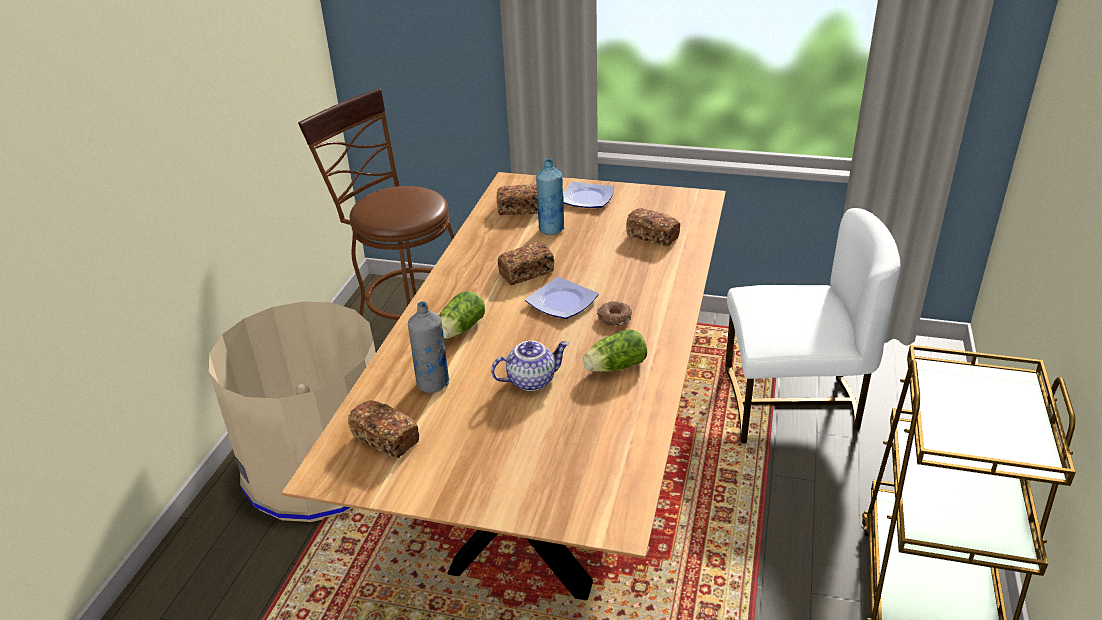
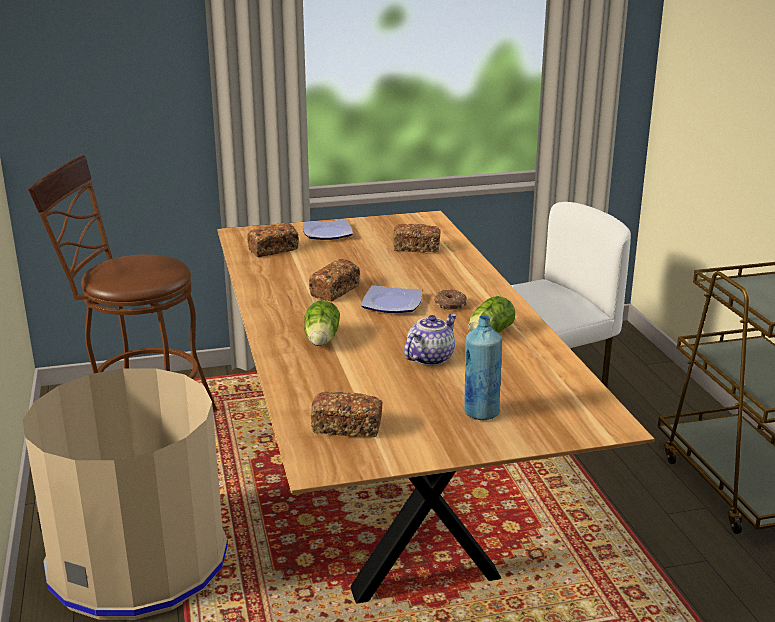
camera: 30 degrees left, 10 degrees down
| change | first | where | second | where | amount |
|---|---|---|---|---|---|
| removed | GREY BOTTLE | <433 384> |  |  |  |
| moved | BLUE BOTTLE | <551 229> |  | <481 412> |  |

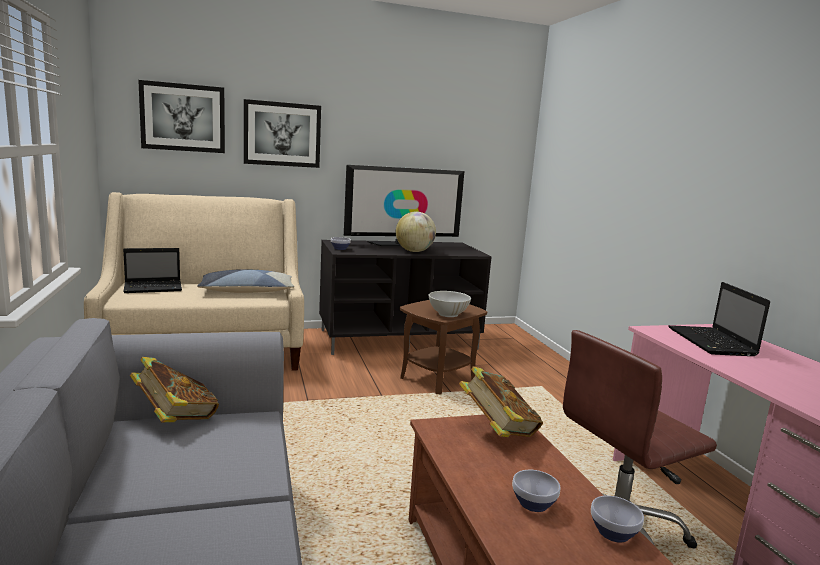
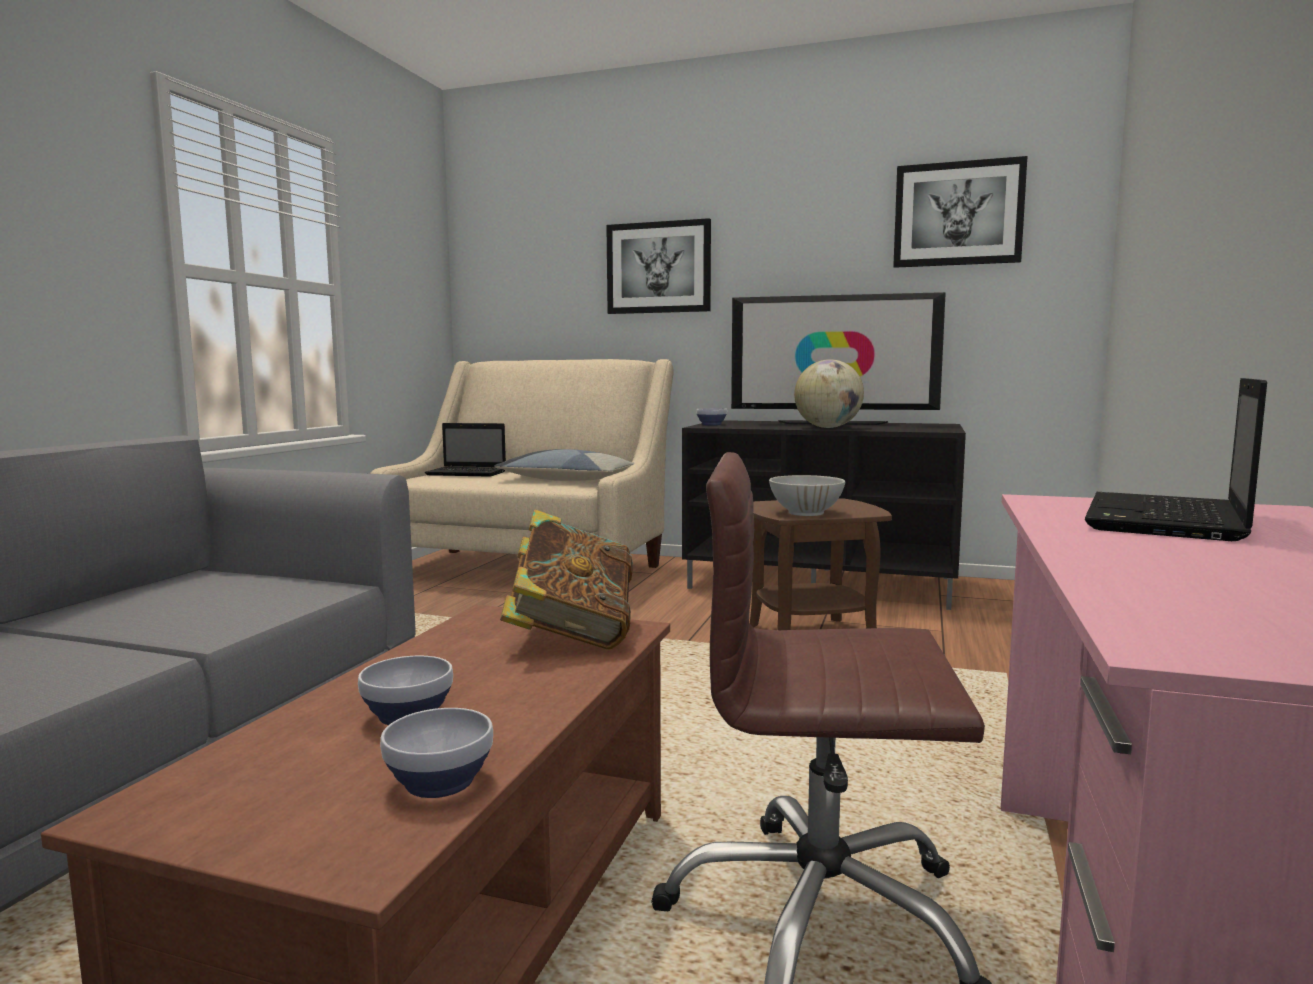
camera: 35 degrees right, 5 degrees down
| change | first | where | second | where | amount |
|---|---|---|---|---|---|
| removed | BOOK | <176 417> |  |  |  |
| moved | PICTURE | <183 117> |  | <958 214> |  |

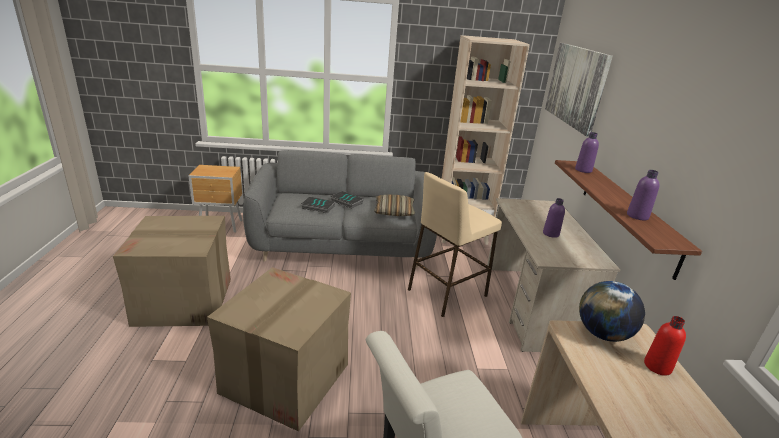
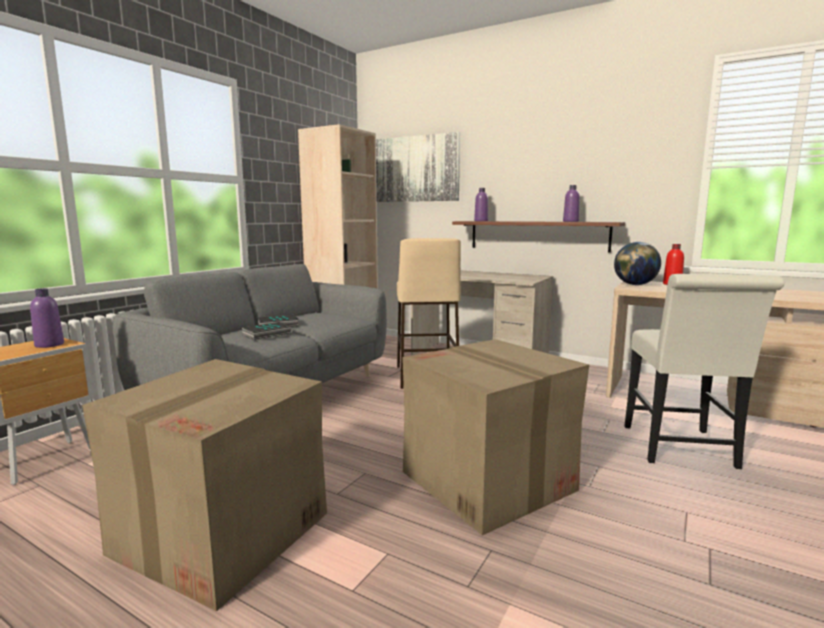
camera: 55 degrees left, 15 degrees down
| change | first | where | second | where | amount |
|---|---|---|---|---|---|
| removed | PILLOW | <394 211> |  |  |  |
| moved | PURPLE BOTTLE | <550 234> |  | <49 345> |  |

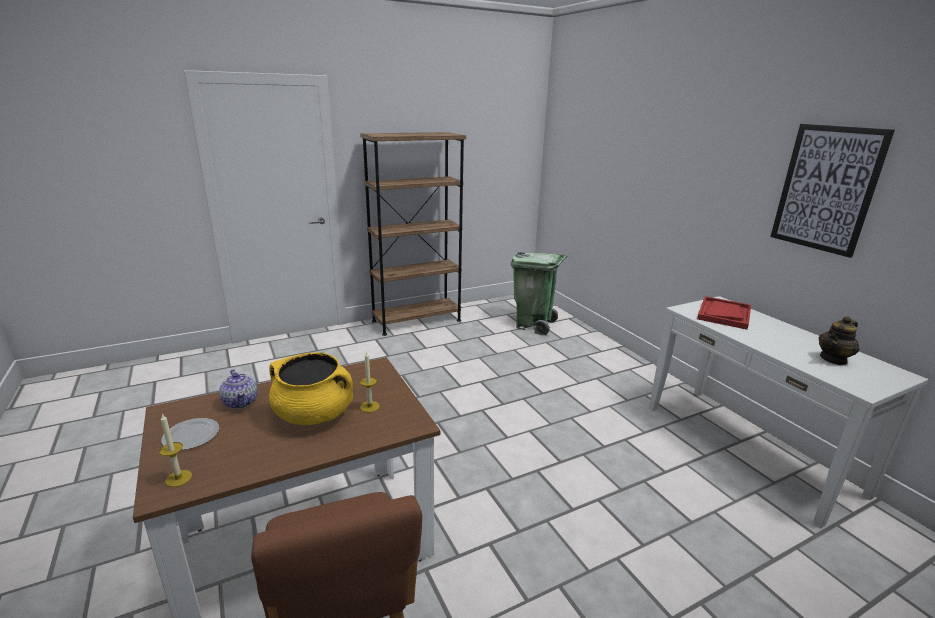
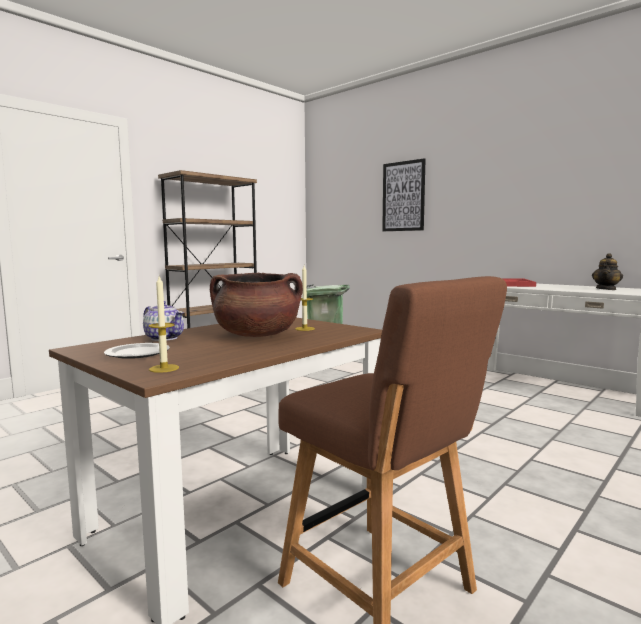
camera: 20 degrees left, 15 degrees down
| change | first | where | second | where | amount |
|---|---|---|---|---|---|
| recoloured | YELLOW COOKING POT | <315 414> | BROWN COOKING POT | <257 335> |  |
| moved | PICTURE | <826 189> |  | <403 196> |  |

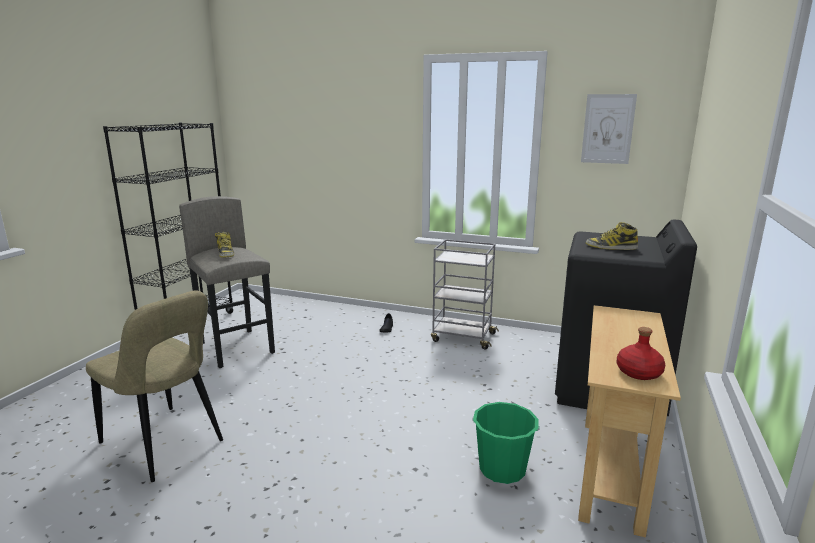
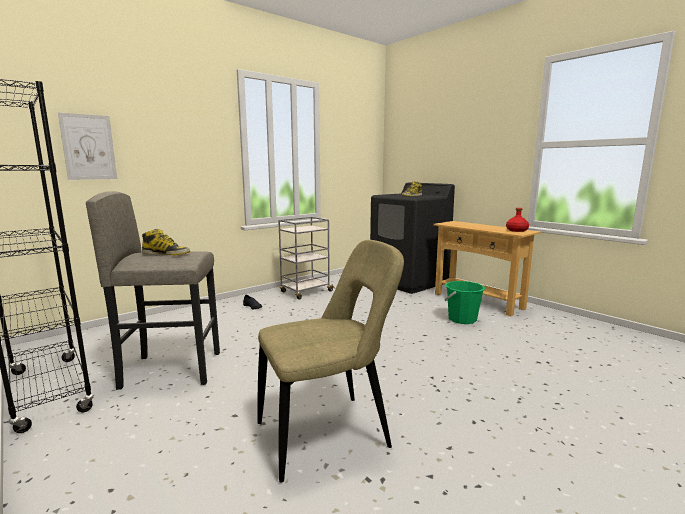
camera: 60 degrees left, 5 degrees down
| change | first | where | second | where | amount |
|---|---|---|---|---|---|
| moved | PICTURE | <608 129> |  | <88 147> |  |

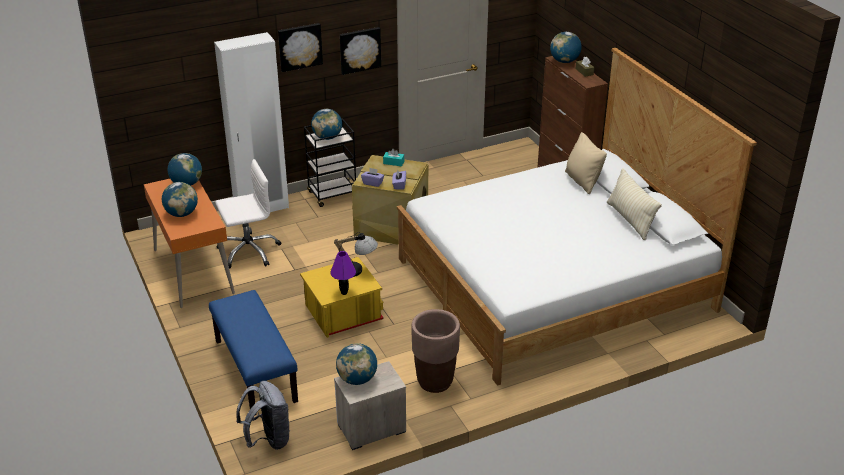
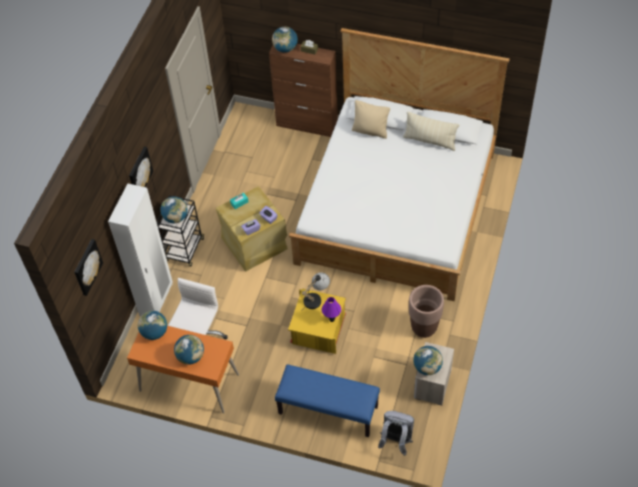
camera: 45 degrees left, 20 degrees up
| change | first | where | second | where | amount |
|---|---|---|---|---|---|
| moved | PICTURE | <359 50> |  | <87 267> |  |

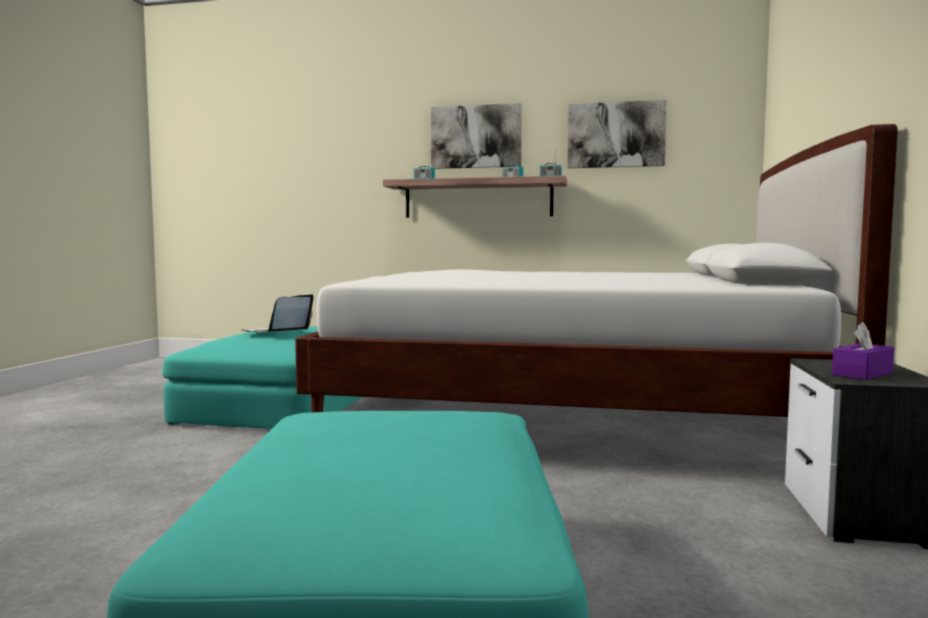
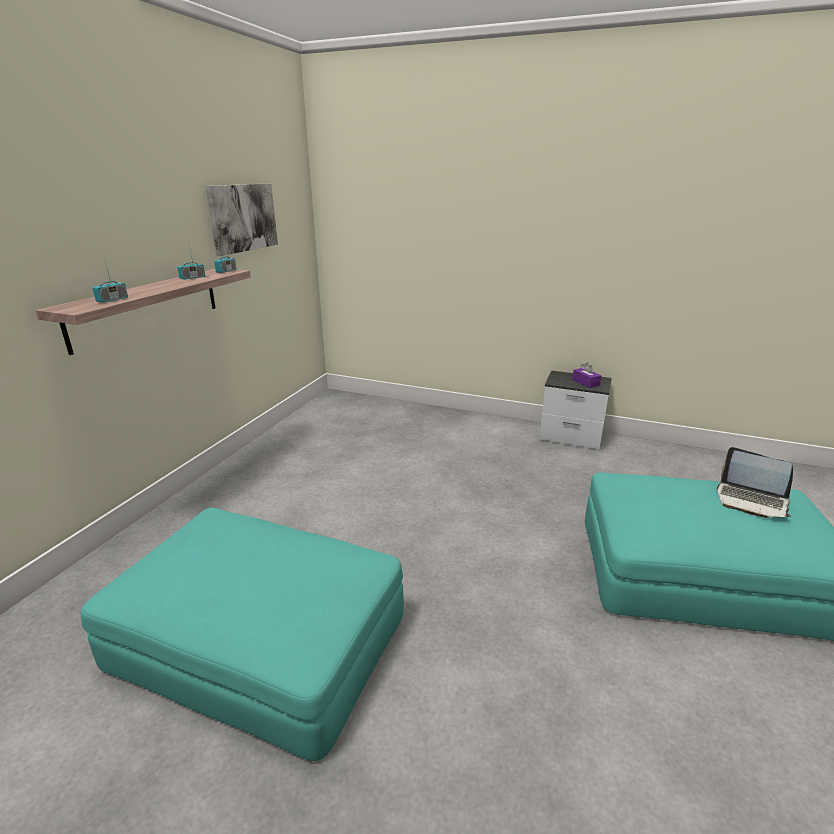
camera: 80 degrees left, 20 degrees up
| change | first | where | second | where | amount |
|---|---|---|---|---|---|
| moved | LAPTOP | <276 333> |  | <751 501> |  |
| removed | WHITE BED | <571 417> |  |  |  |
| removed | PICTURE | <476 137> |  |  |  |

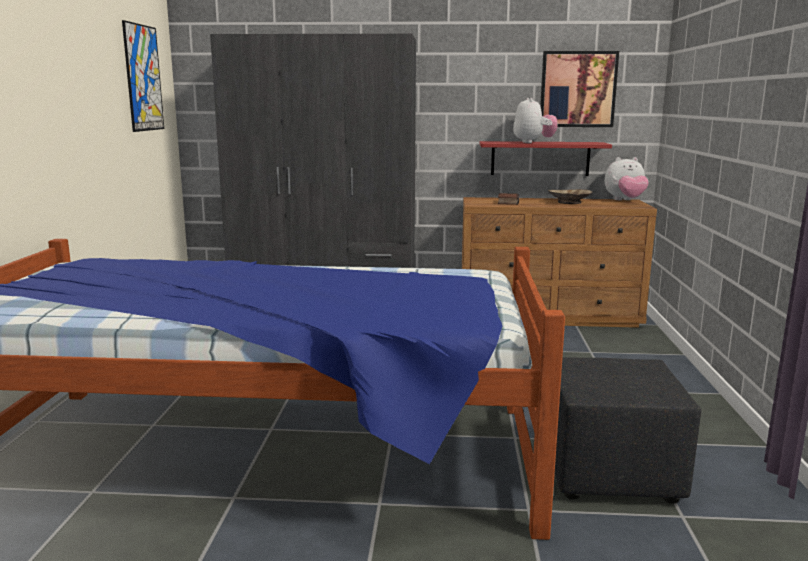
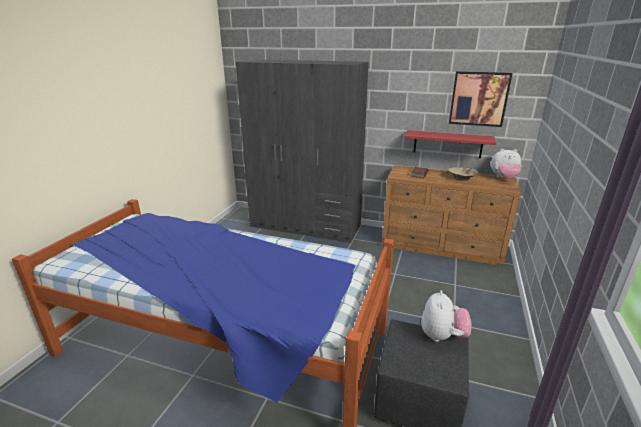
camera: 15 degrees right, 10 degrees up
| change | first | where | second | where | amount |
|---|---|---|---|---|---|
| removed | PICTURE | <143 78> |  |  |  |
| moved | PLUSH TOY | <533 142> |  | <442 336> |  |

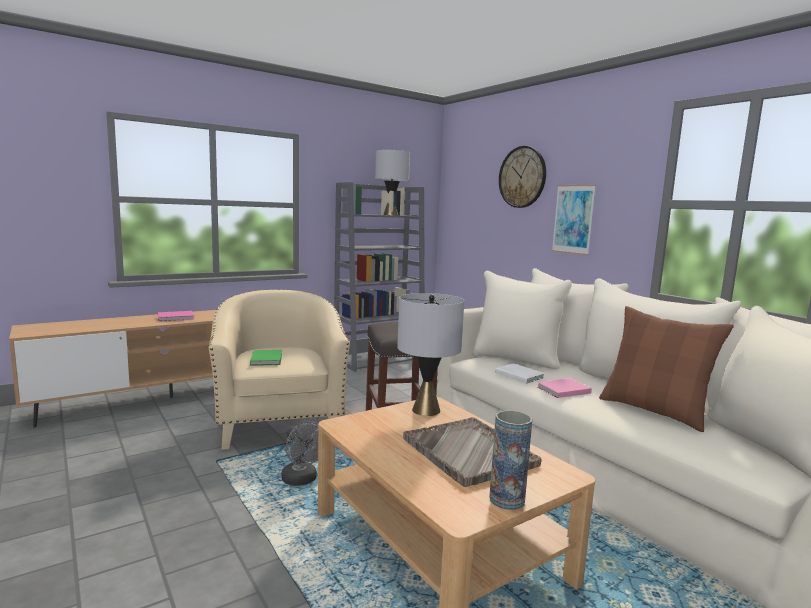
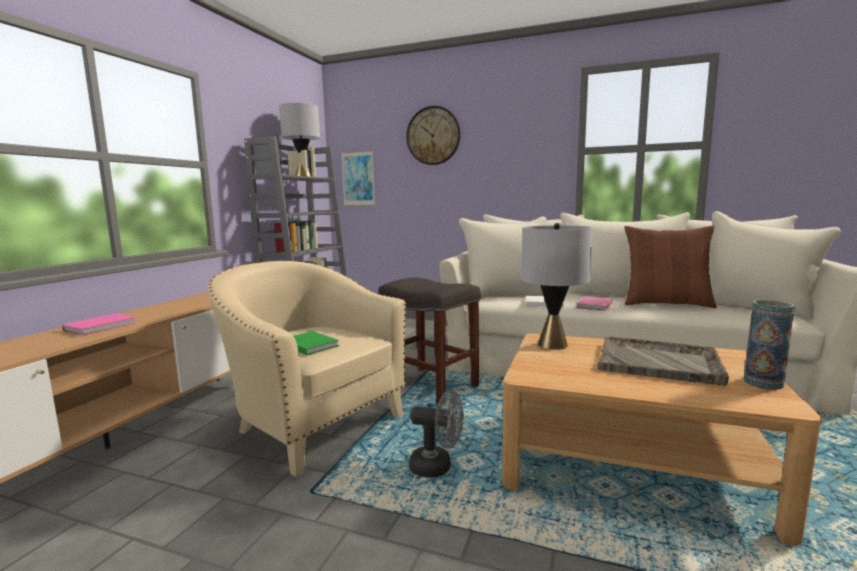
camera: 35 degrees left, 0 degrees up
| change | first | where | second | where | amount |
|---|---|---|---|---|---|
| moved | PICTURE | <573 219> |  | <358 178> |  |

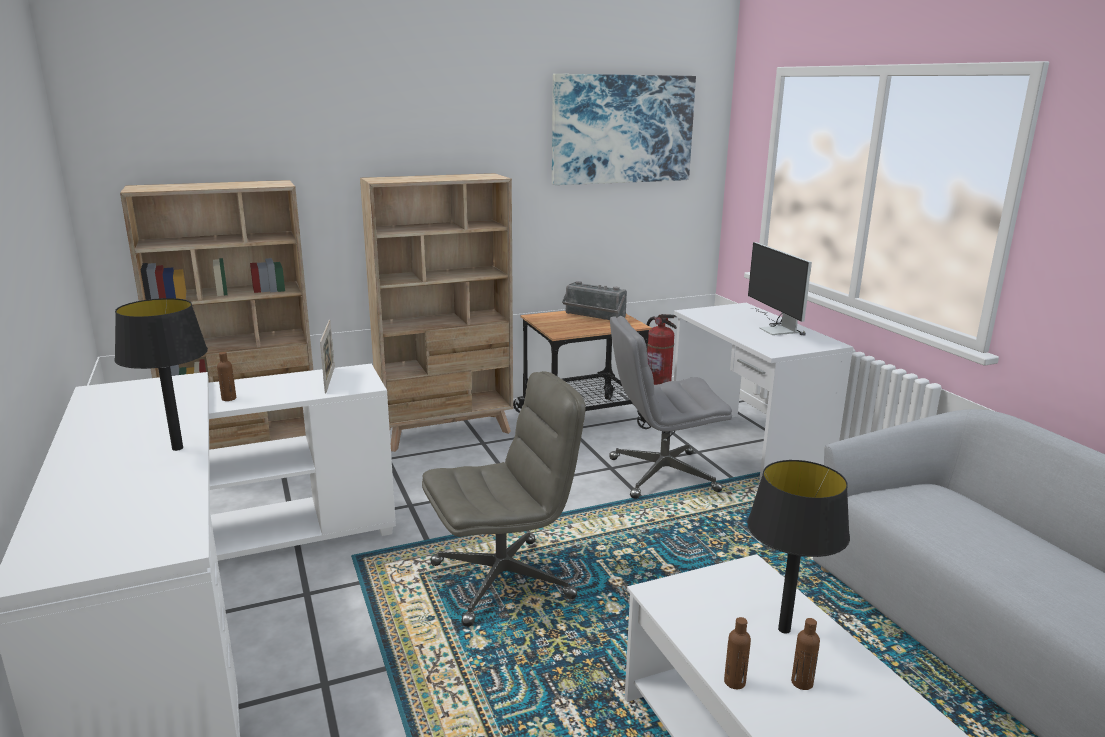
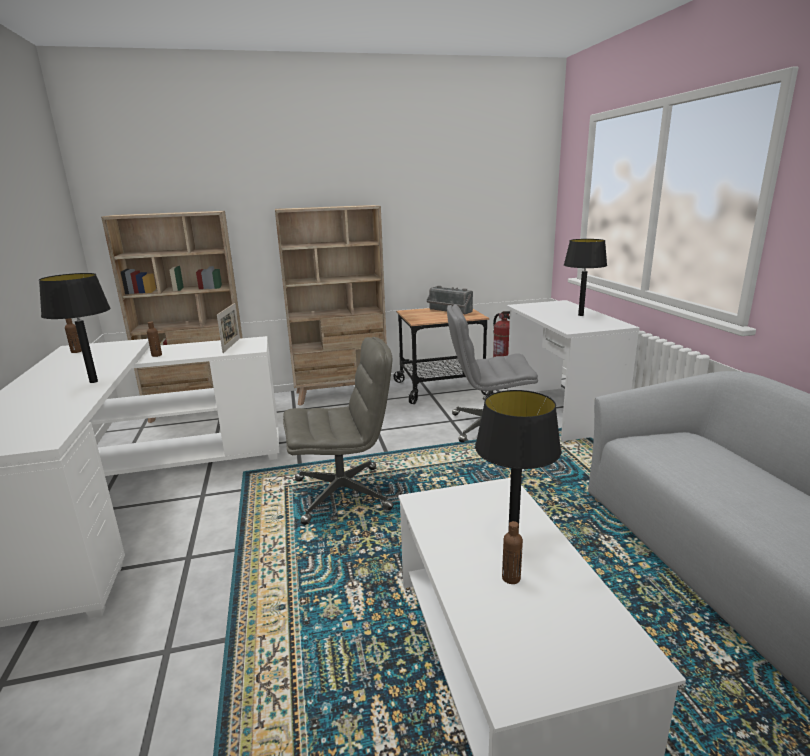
camera: 10 degrees right, 0 degrees up
| change | first | where | second | where | amount |
|---|---|---|---|---|---|
| removed | PICTURE | <622 129> |  |  |  |
| moved | BROWN BOTTLE | <734 682> |  | <76 351> |  |
| replaced | MONITOR | <775 328> | BLACK TABLE LAMP | <581 315> |  |

